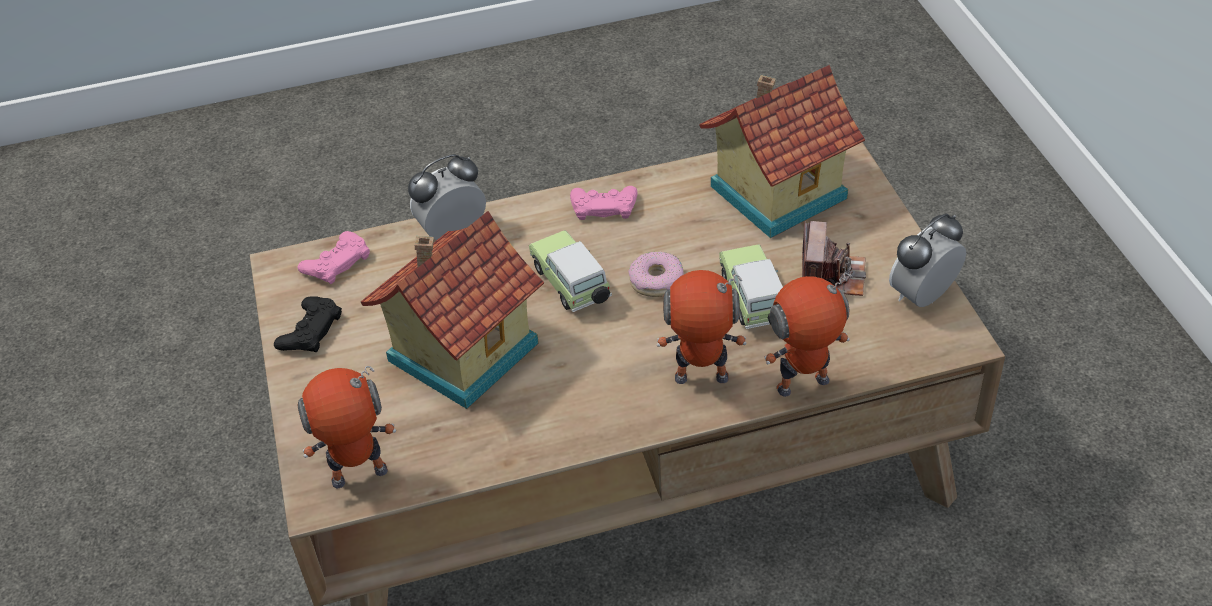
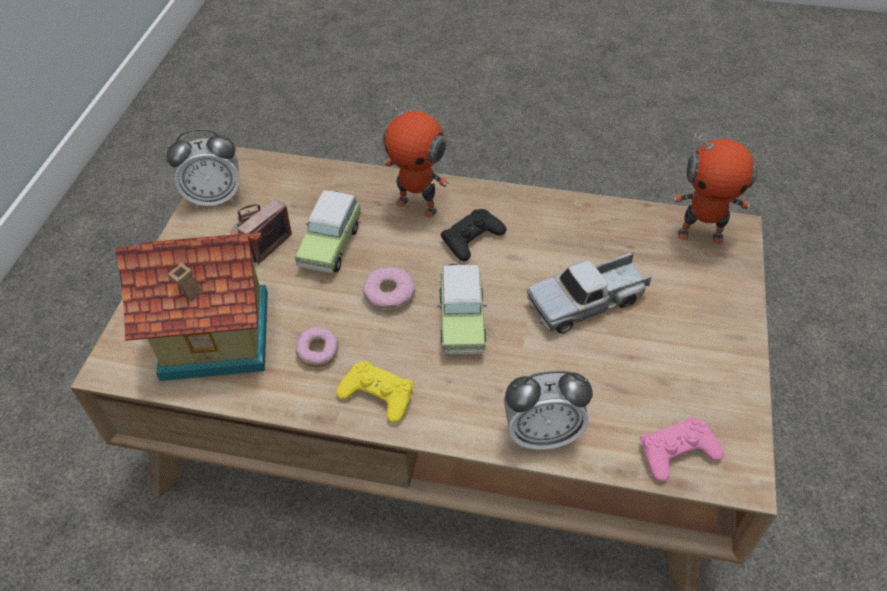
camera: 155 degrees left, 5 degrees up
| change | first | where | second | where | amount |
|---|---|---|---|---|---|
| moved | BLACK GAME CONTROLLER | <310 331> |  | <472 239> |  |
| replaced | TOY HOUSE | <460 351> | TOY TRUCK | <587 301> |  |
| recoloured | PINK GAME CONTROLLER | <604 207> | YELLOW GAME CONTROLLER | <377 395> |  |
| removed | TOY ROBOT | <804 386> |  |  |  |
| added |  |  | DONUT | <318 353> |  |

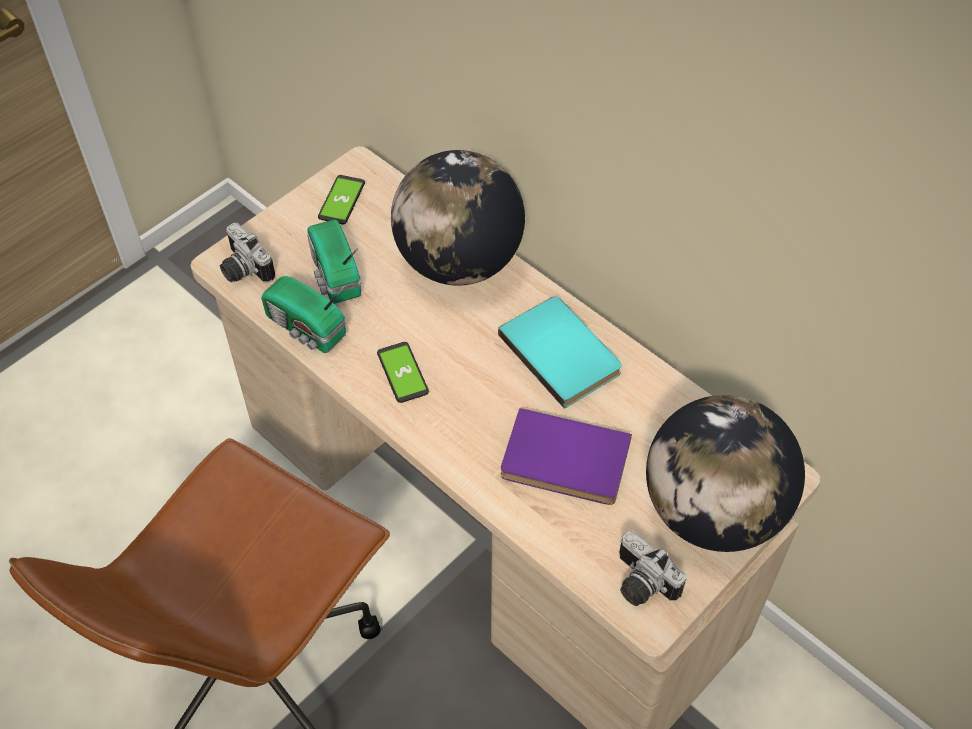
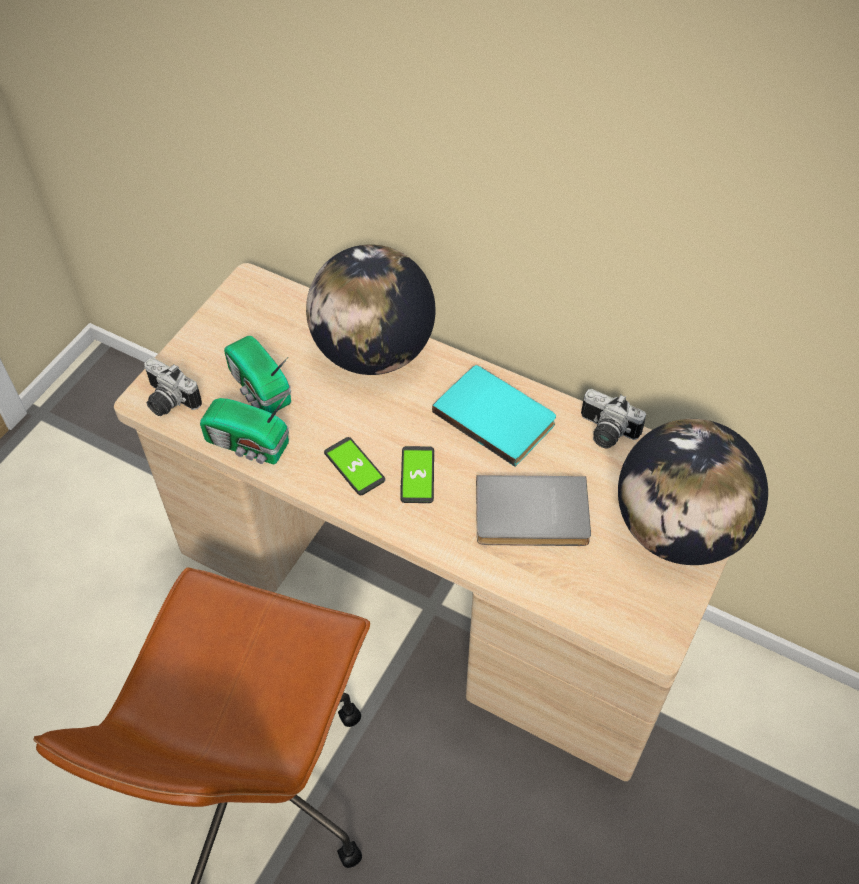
camera: 15 degrees left, 0 degrees up
| change | first | where | second | where | amount |
|---|---|---|---|---|---|
| moved | PHONE | <341 200> |  | <417 475> |  |
| recoloured | PURPLE BOOK | <564 463> | GREY BOOK | <532 517> |  |
| moved | PHOTO CAMERA | <640 584> |  | <605 433> |  |

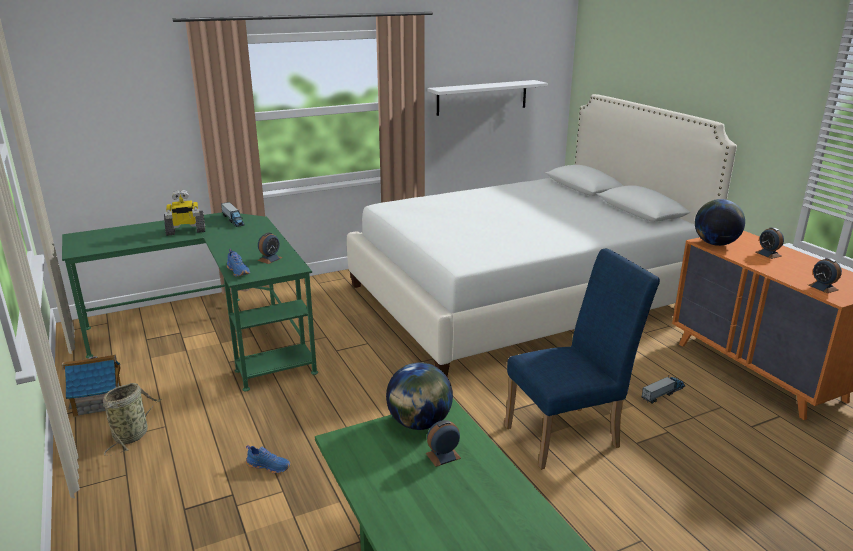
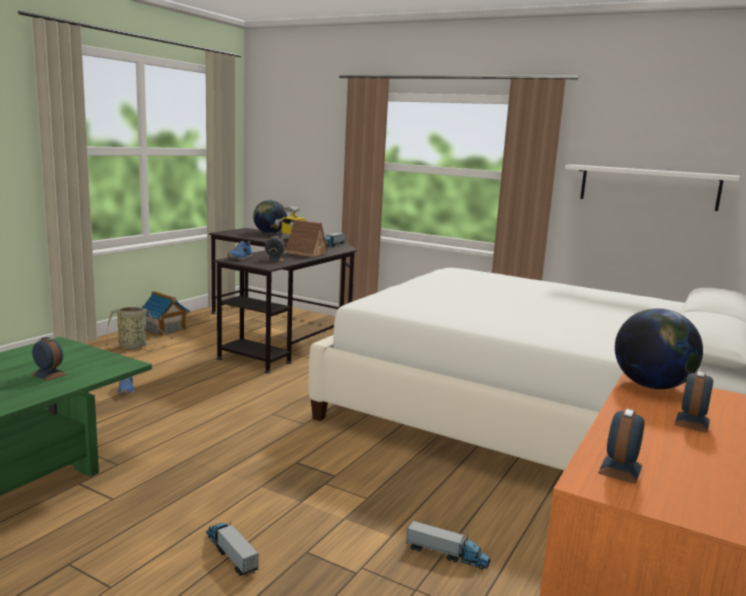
camera: 55 degrees right, 10 degrees down
| change | first | where | second | where | amount |
|---|---|---|---|---|---|
| recoloured | GREEN DESK | <213 335> | BLACK DESK | <281 331> |  |
| moved | GLOBE | <419 423> |  | <269 233> |  |
| removed | BLUE CHAIR | <569 434> |  |  |  |
| added |  |  | TOY TRUCK | <230 554> |  |
| added |  |  | TOY HOUSE | <304 253> |  |

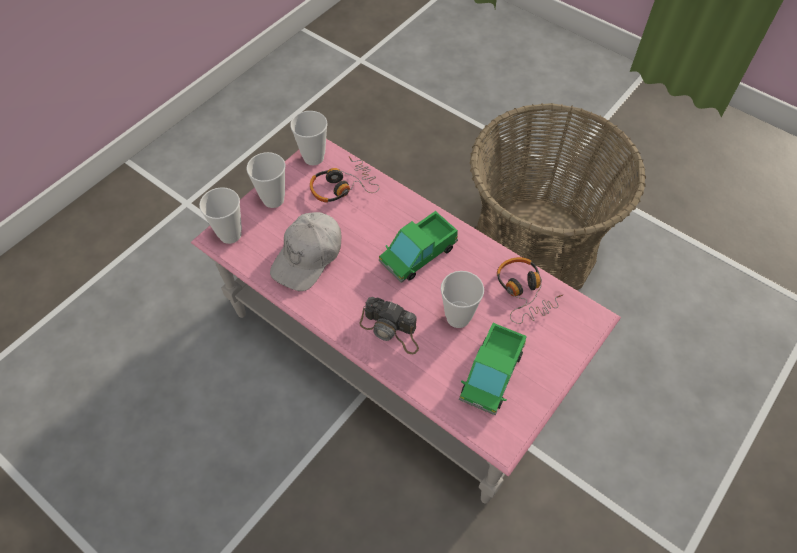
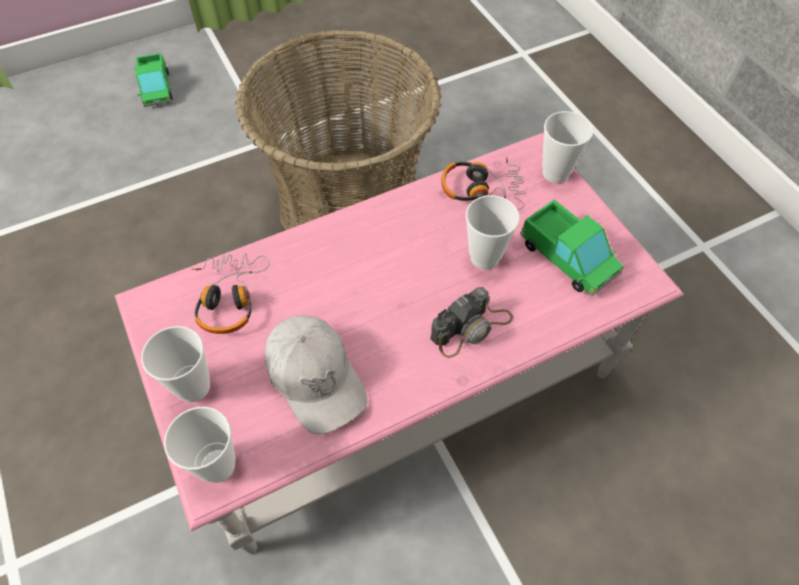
camera: 65 degrees left, 0 degrees up
| change | first | where | second | where | amount |
|---|---|---|---|---|---|
| moved | CUP | <313 157> |  | <555 173> |  |
| moved | TOY TRUCK | <418 254> |  | <156 89> |  |

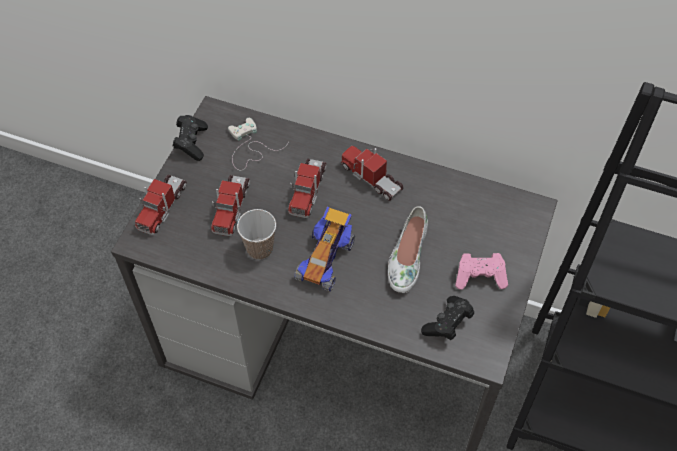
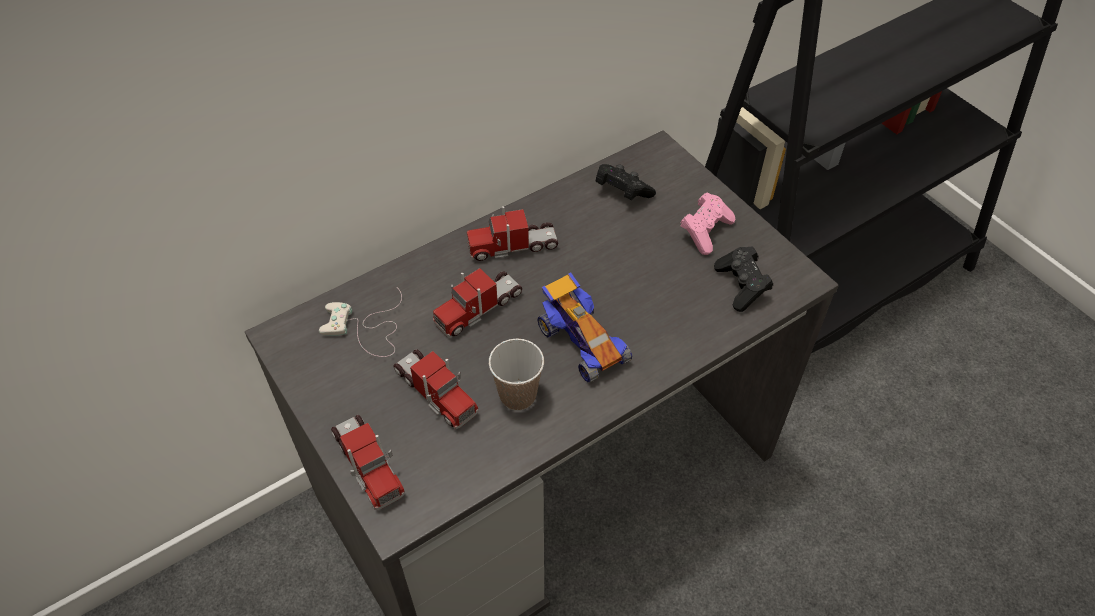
camera: 55 degrees left, 5 degrees down
| change | first | where | second | where | amount |
|---|---|---|---|---|---|
| moved | BLACK GAME CONTROLLER | <191 143> |  | <622 192> |  |
| turned | TOY TRUCK | <308 190> |  | <478 308> | 90 degrees clockwise |
| removed | WHITE SHOE | <407 257> |  |  |  |

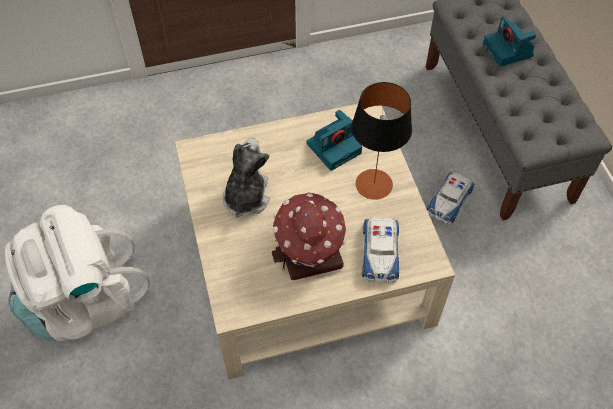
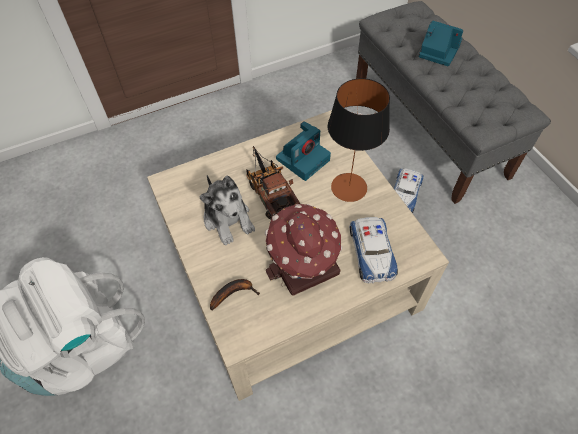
camera: 10 degrees left, 0 degrees up
| change | first | where | second | where | amount |
|---|---|---|---|---|---|
| turned | PLUSH TOY | <246 197> |  | <228 219> | 150 degrees clockwise |
| turned | PHOTO CAMERA | <508 50> |  | <437 51> | 150 degrees clockwise |
| added |  |  | BANANA | <234 293> |  |
| added |  |  | TOY TRUCK | <270 193> |  |

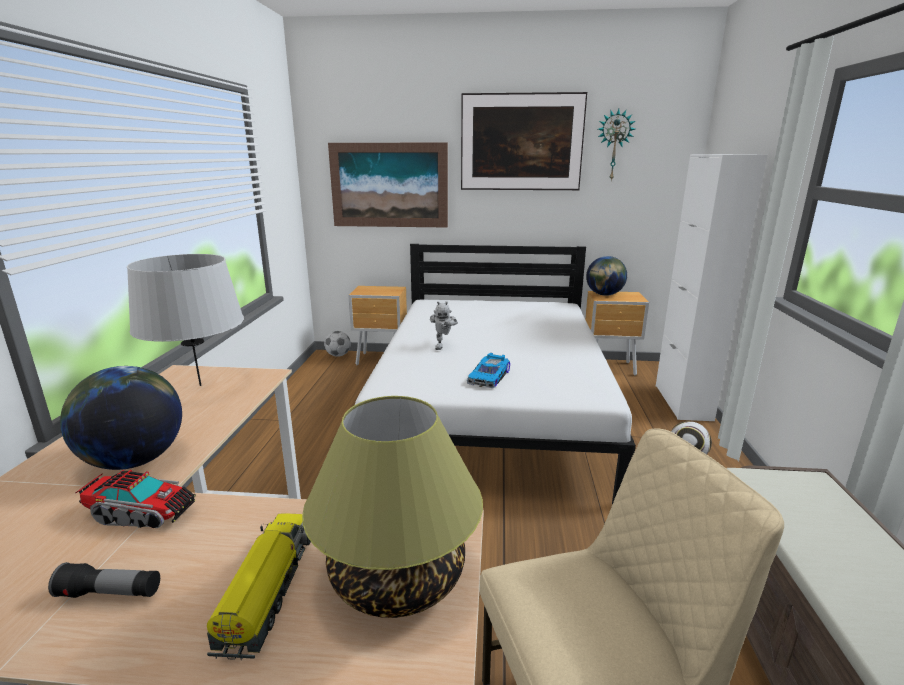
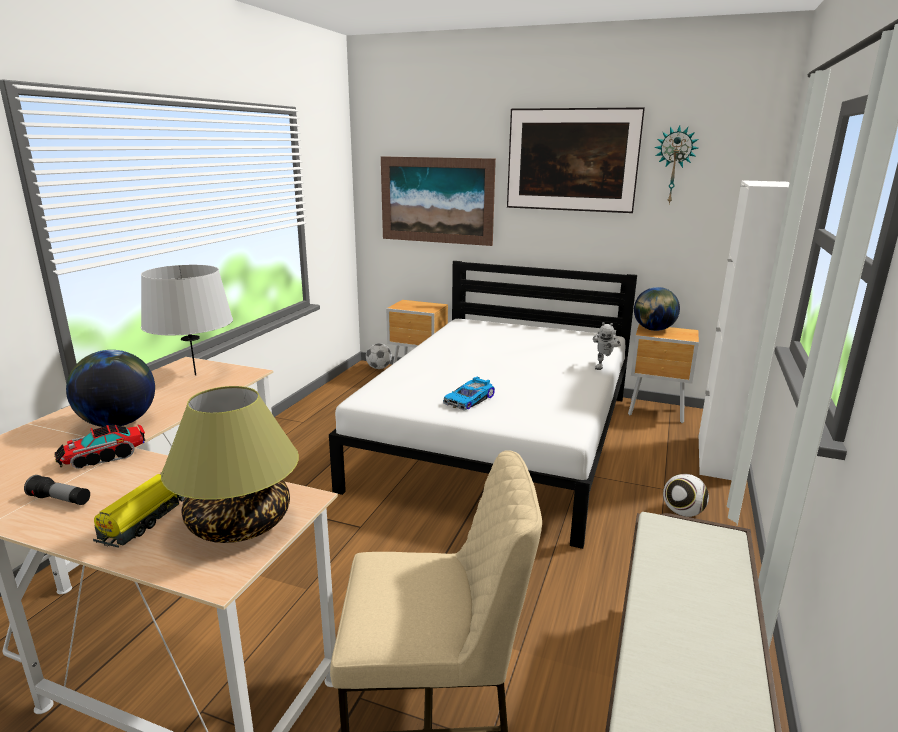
camera: 15 degrees right, 0 degrees up
| change | first | where | second | where | amount |
|---|---|---|---|---|---|
| turned | TOY TRUCK | <140 513> |  | <103 457> | 120 degrees clockwise |
| moved | TOY ROBOT | <443 346> |  | <603 367> |  |

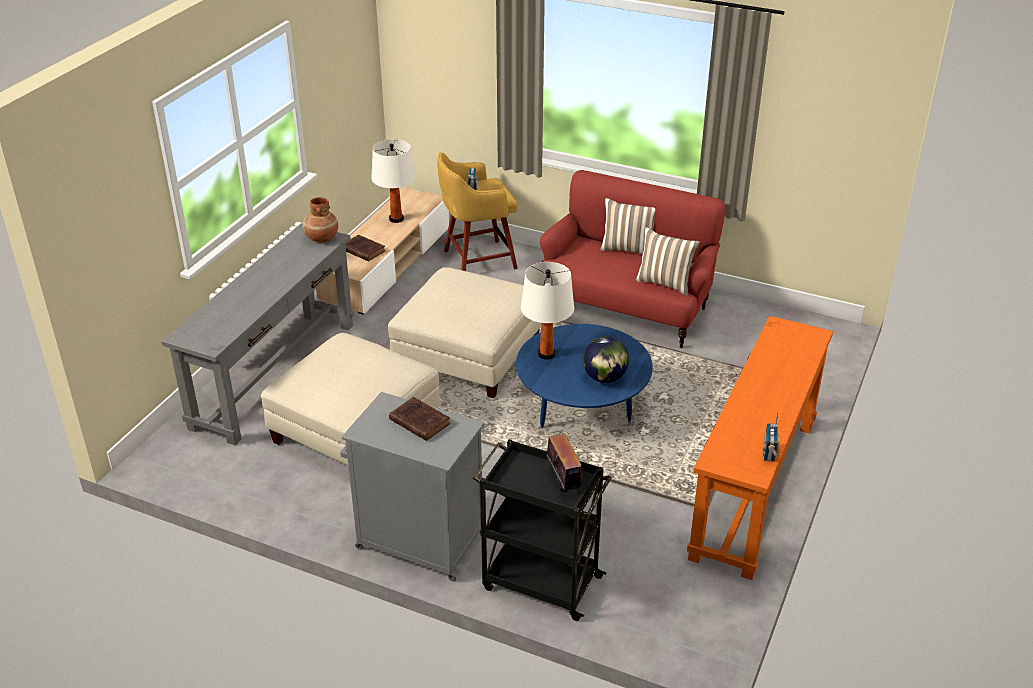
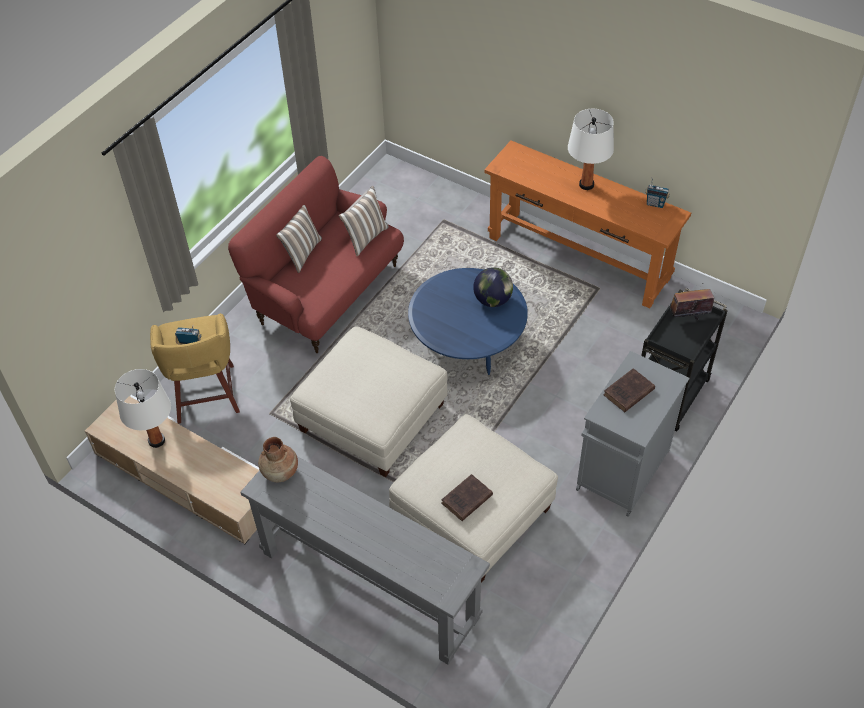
camera: 80 degrees left, 15 degrees up
| change | first | where | second | where | amount |
|---|---|---|---|---|---|
| moved | BROWN BOOK | <362 250> |  | <466 500> |  |
| moved | WHITE TABLE LAMP | <546 354> |  | <586 184> |  |

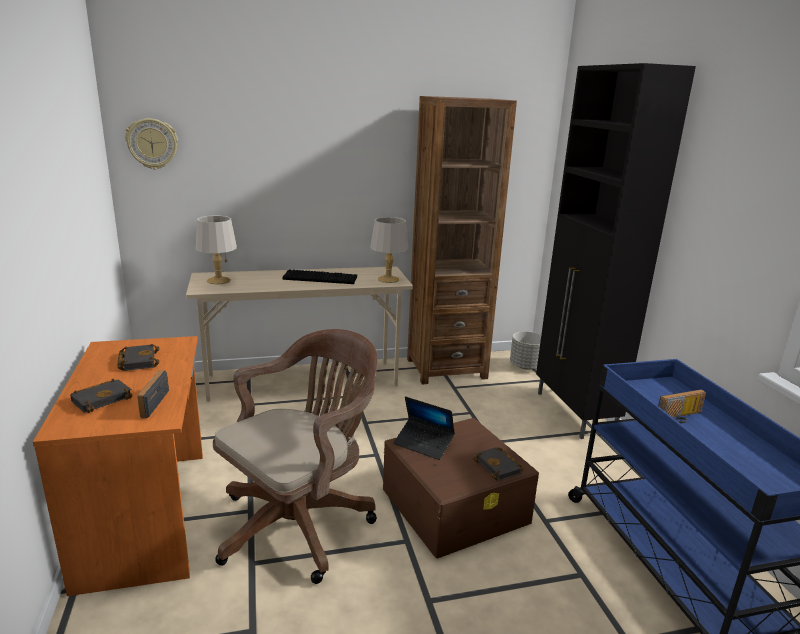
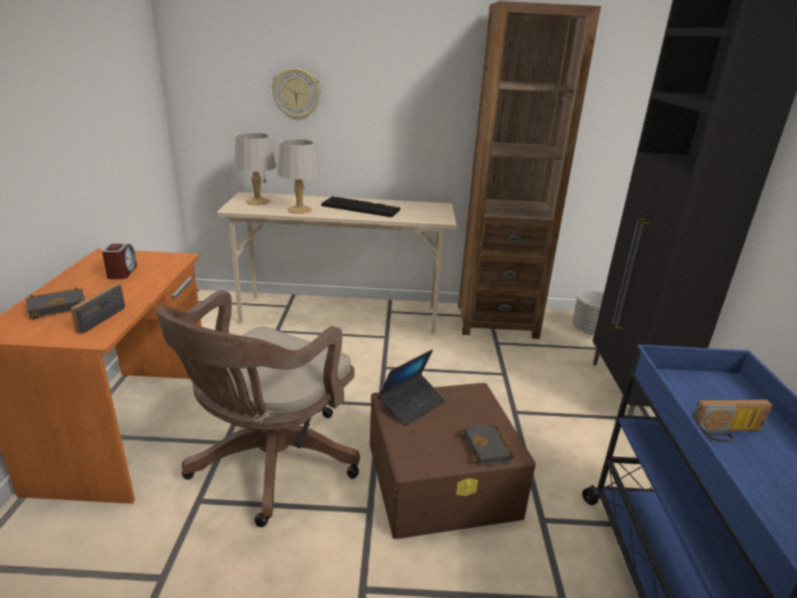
camera: 15 degrees right, 5 degrees up
| change | first | where | second | where | amount |
|---|---|---|---|---|---|
| replaced | BLACK BOOK | <137 361> | ALARM CLOCK | <122 272> |  |
| moved | WALL CLOCK | <152 144> |  | <297 94> |  |
| turned | BROWN OFFICE CHAIR | <301 521> |  | <269 465> | 150 degrees clockwise |
| moved | GREY TABLE LAMP | <388 279> |  | <300 210> |  |
| turned | LAPTOP | <423 444> |  | <412 404> | 90 degrees counterclockwise |

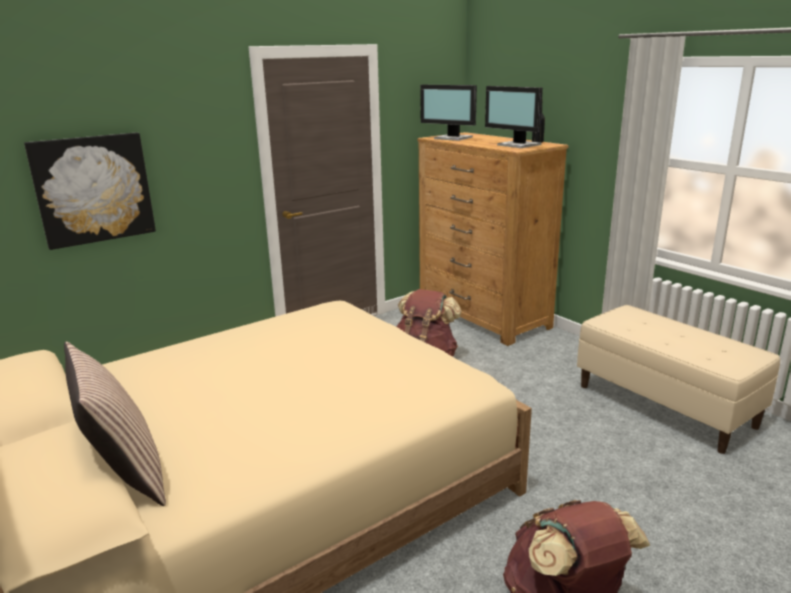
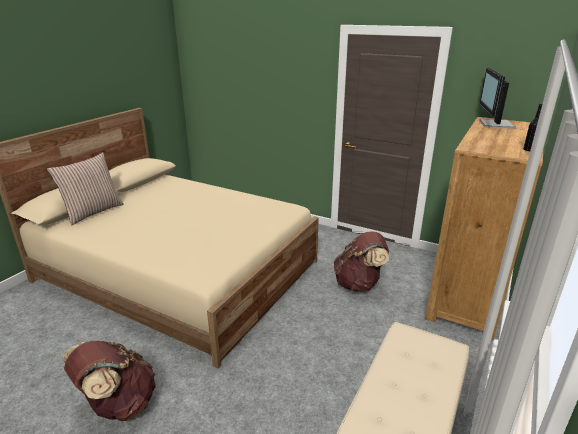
camera: 65 degrees right, 5 degrees up
| change | first | where | second | where | amount |
|---|---|---|---|---|---|
| removed | PICTURE | <93 189> |  |  |  |
| removed | MONITOR | <518 145> |  |  |  |

